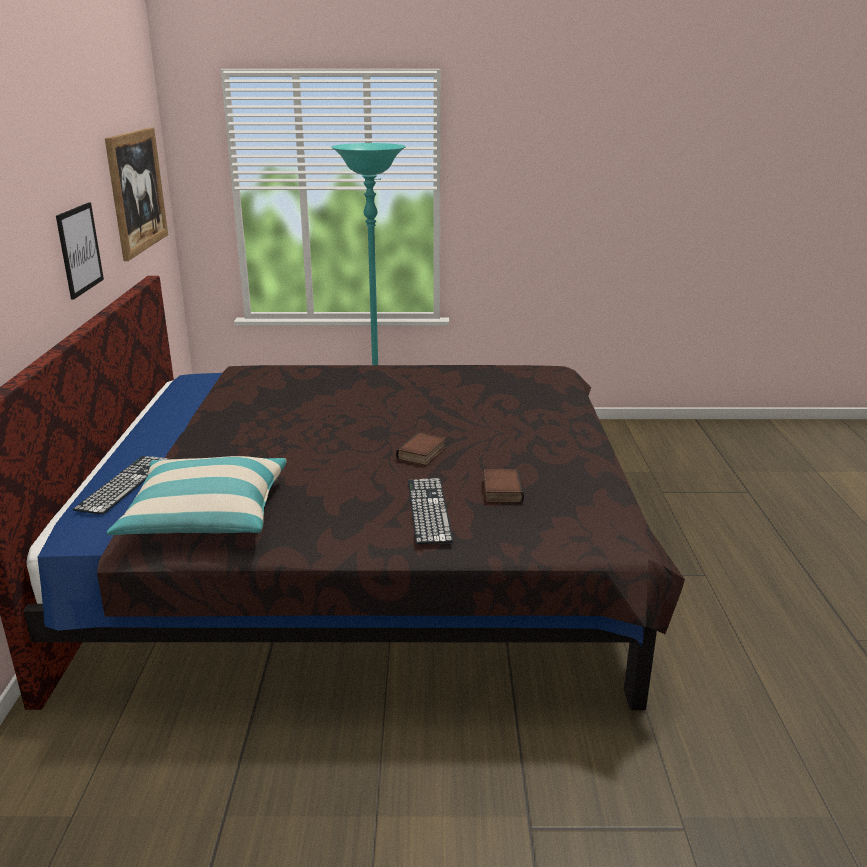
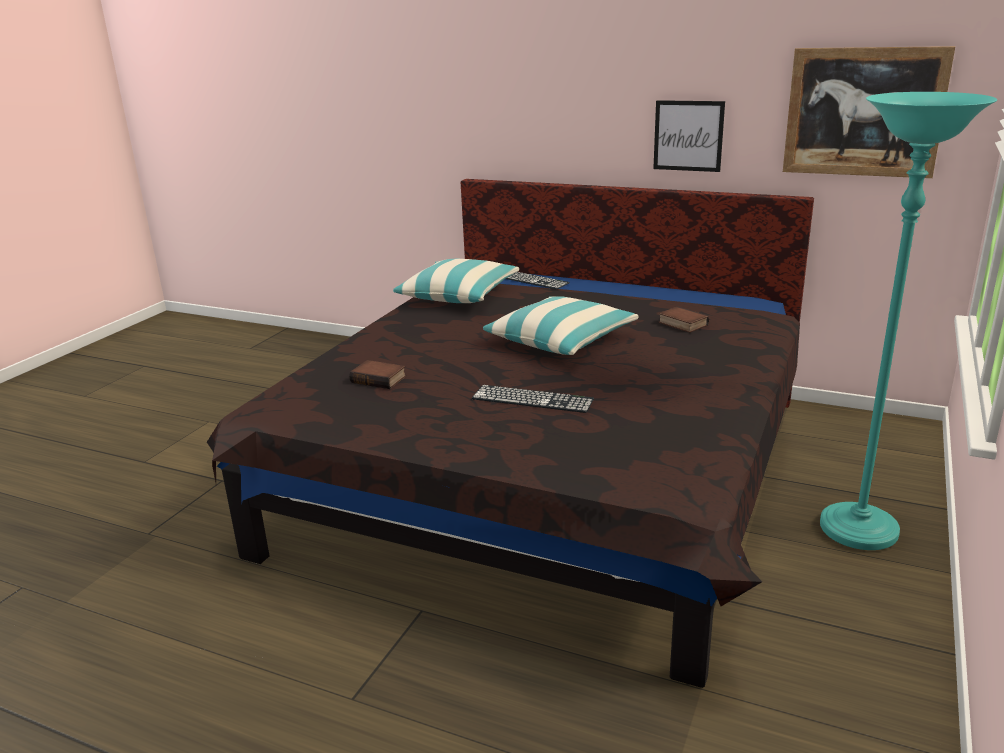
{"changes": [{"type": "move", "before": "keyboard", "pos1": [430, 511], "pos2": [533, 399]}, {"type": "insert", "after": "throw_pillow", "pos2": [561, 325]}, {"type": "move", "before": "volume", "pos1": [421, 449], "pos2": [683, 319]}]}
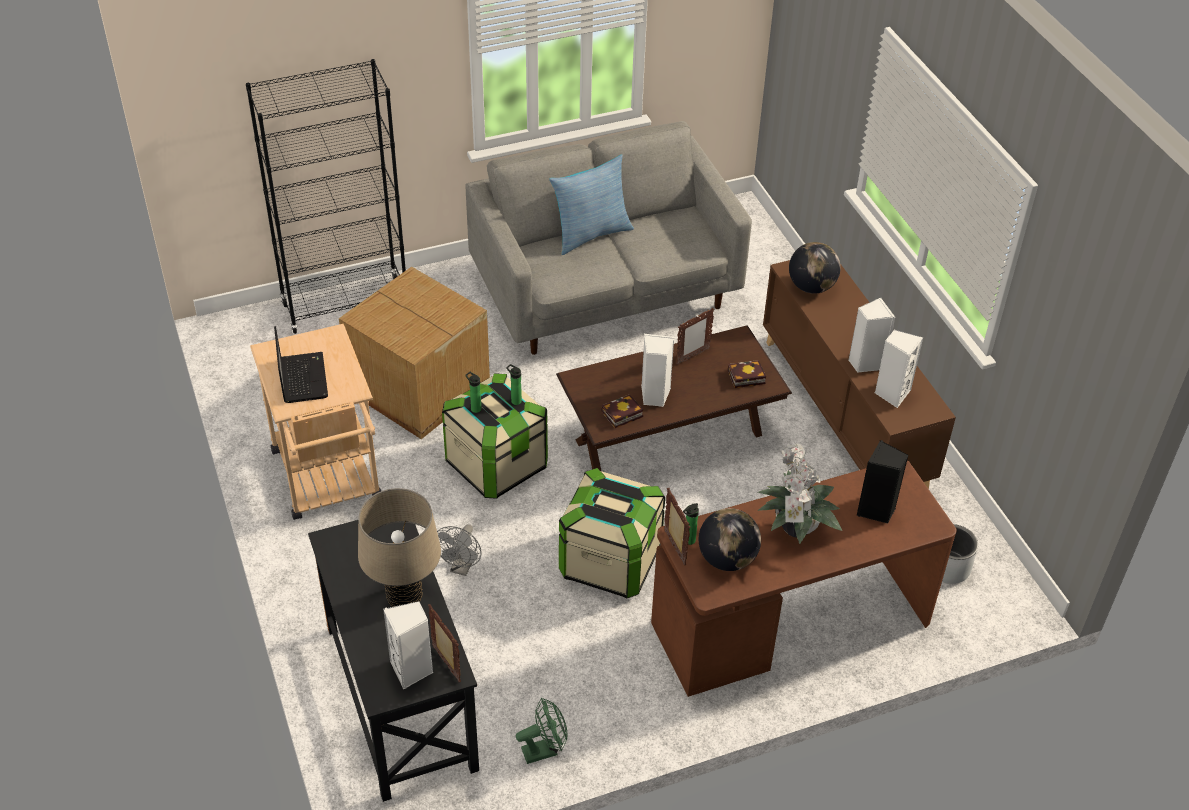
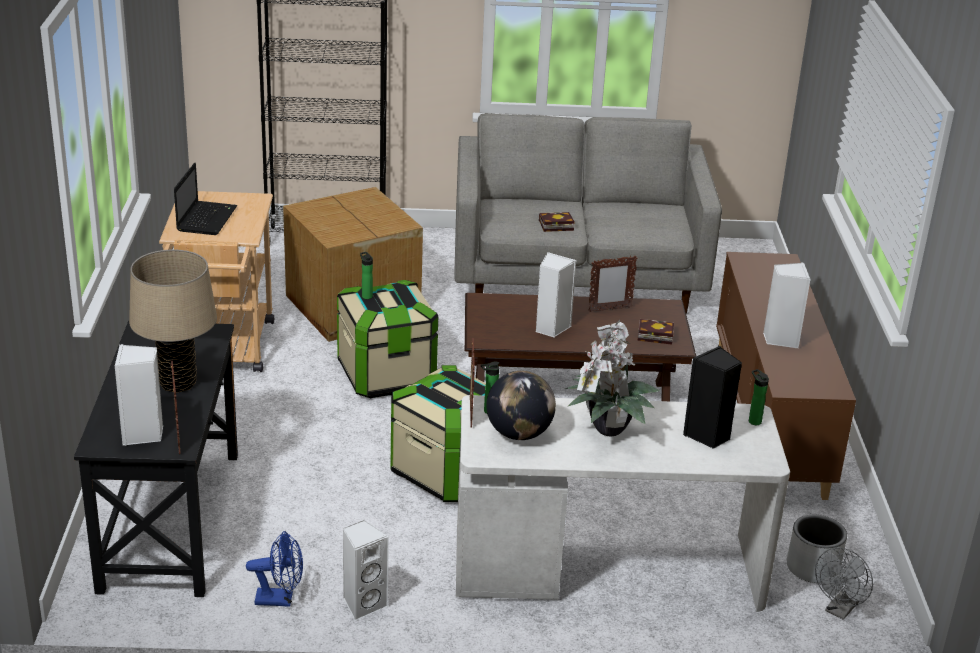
{"changes": [{"type": "recolor", "before": "greenish_cooling_fan", "after": "blue-coloured_cooling_fan", "pos1": [541, 731], "pos2": [274, 569]}, {"type": "move", "before": "white-coloured_speaker", "pos1": [899, 369], "pos2": [366, 570]}, {"type": "recolor", "before": "brownish_desk_table", "after": "white-coloured_desk_table", "pos1": [803, 578], "pos2": [623, 503]}, {"type": "move", "before": "volume", "pos1": [622, 411], "pos2": [557, 222]}, {"type": "move", "before": "bottle", "pos1": [514, 384], "pos2": [759, 397]}, {"type": "move", "before": "gray_cooling_fan", "pos1": [459, 550], "pos2": [844, 583]}, {"type": "delete", "before": "throw_pillow", "pos1": [591, 204]}, {"type": "delete", "before": "desk_globe", "pos1": [815, 268]}]}
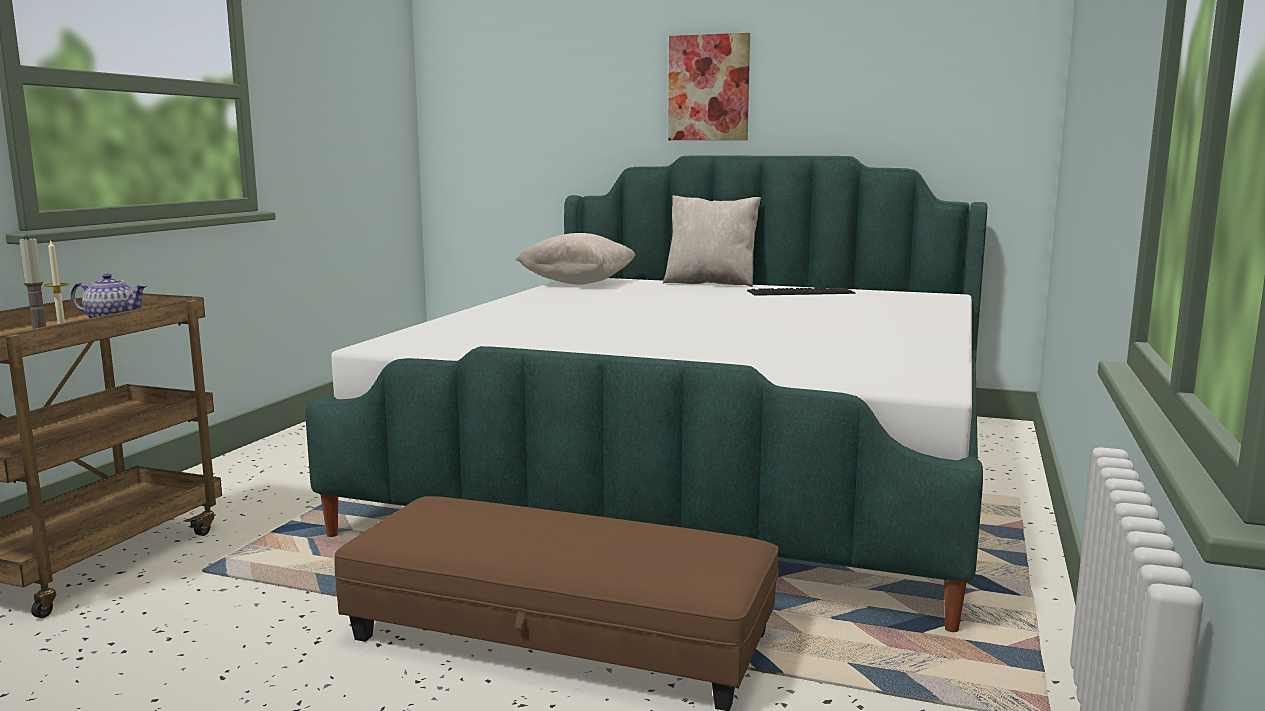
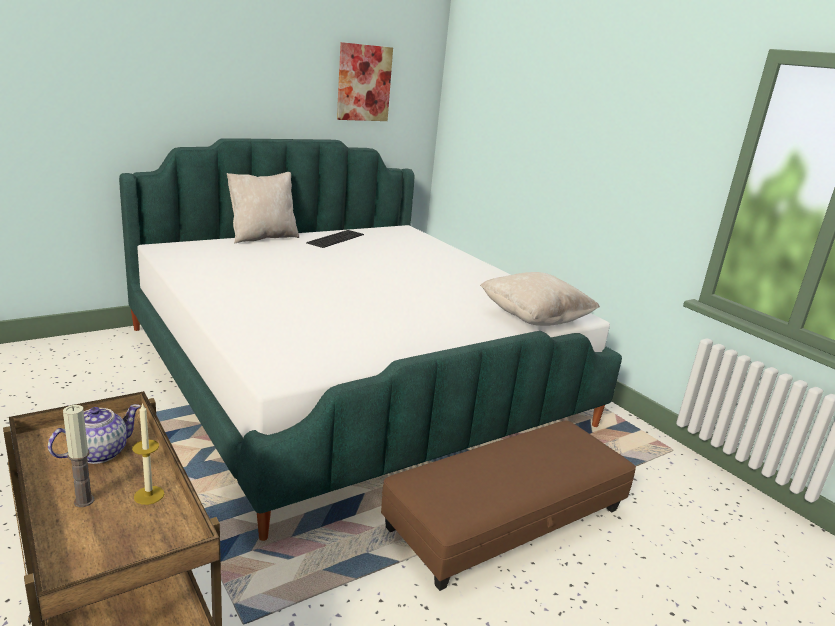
{"changes": [{"type": "move", "before": "wall_picture", "pos1": [709, 86], "pos2": [365, 81]}, {"type": "move", "before": "sand-coloured_throw_pillow", "pos1": [575, 259], "pos2": [540, 299]}]}
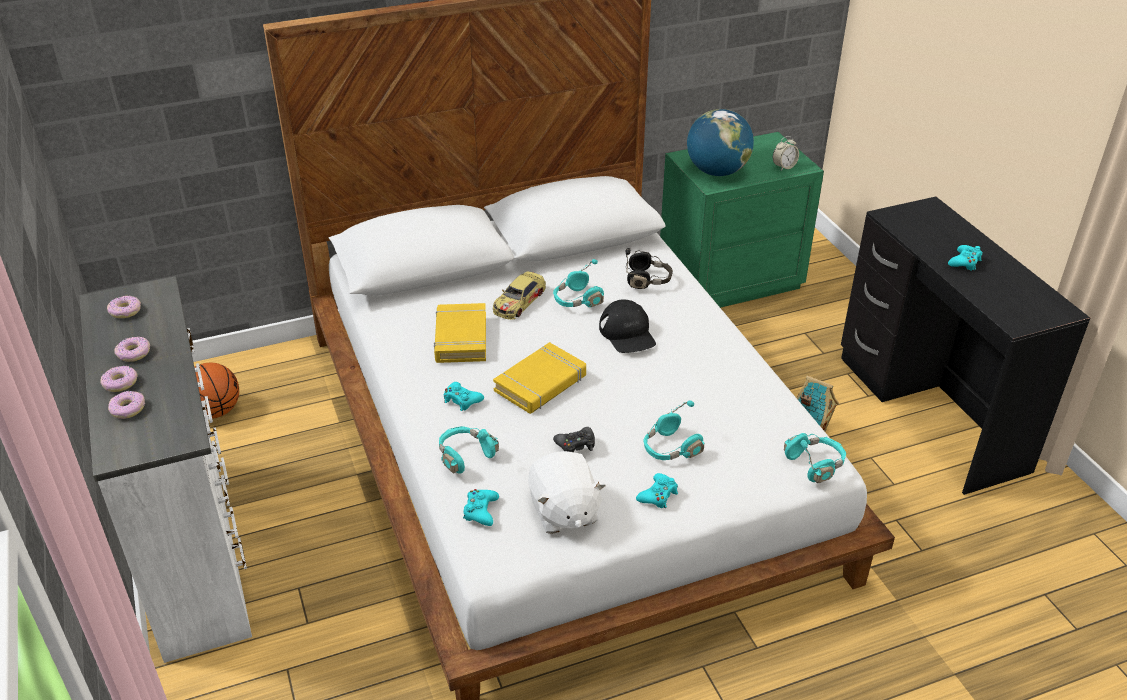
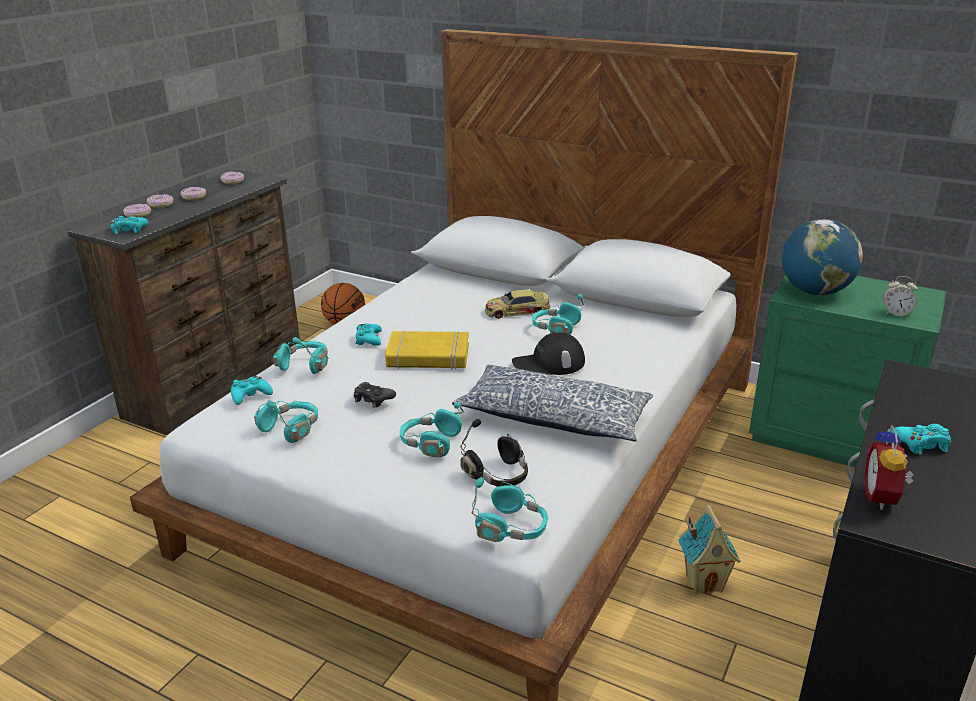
{"changes": [{"type": "recolor", "before": "white-coloured_dresser", "after": "brownish_dresser", "pos1": [165, 469], "pos2": [183, 302]}, {"type": "move", "before": "turquoise_game_controller", "pos1": [657, 490], "pos2": [129, 225]}, {"type": "replace", "before": "white-coloured_plush_toy", "after": "turquoise_headphones", "pos1": [567, 492], "pos2": [286, 421]}, {"type": "insert", "after": "throw_pillow", "pos2": [553, 403]}, {"type": "move", "before": "black_headphones", "pos1": [649, 268], "pos2": [494, 453]}, {"type": "rotate", "before": "black_baseball_cap", "pos1": [627, 326], "pos2": [548, 353], "turn": 45}, {"type": "insert", "after": "bedside_clock", "pos2": [889, 467]}, {"type": "delete", "before": "yellow_volume", "pos1": [460, 333]}]}
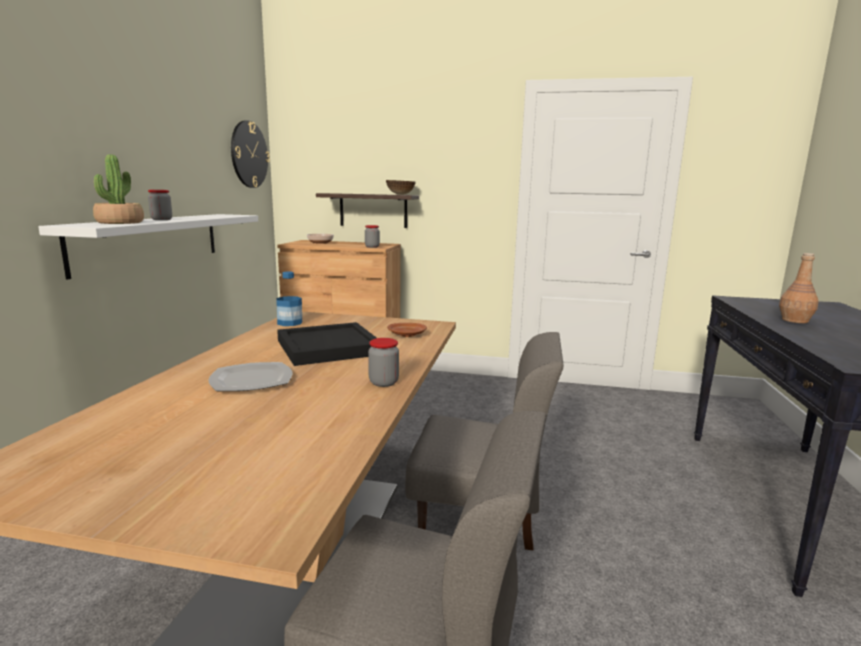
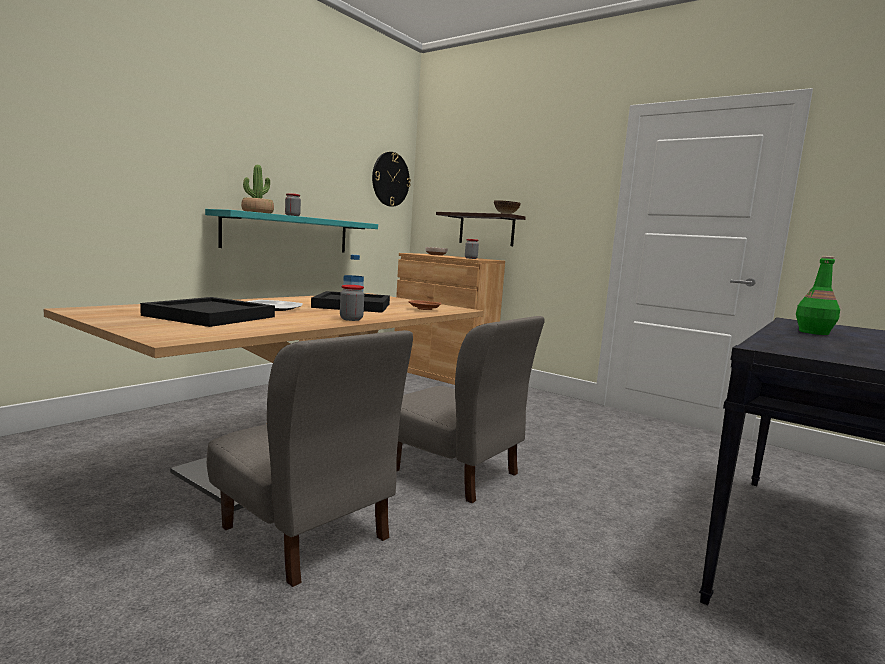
{"changes": [{"type": "insert", "after": "black_tray", "pos2": [207, 312]}, {"type": "recolor", "before": "white-coloured_bracket_shelf", "after": "turquoise_bracket_shelf", "pos1": [148, 247], "pos2": [291, 230]}, {"type": "recolor", "before": "brownish_bottle", "after": "greenish_bottle", "pos1": [799, 288], "pos2": [818, 295]}]}
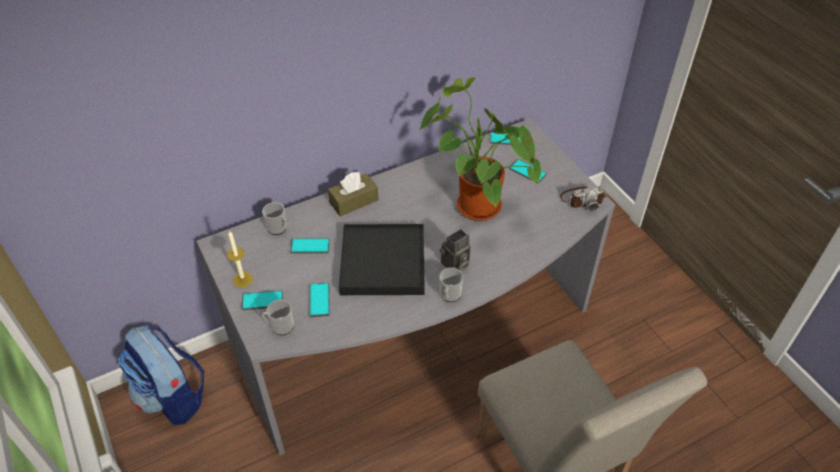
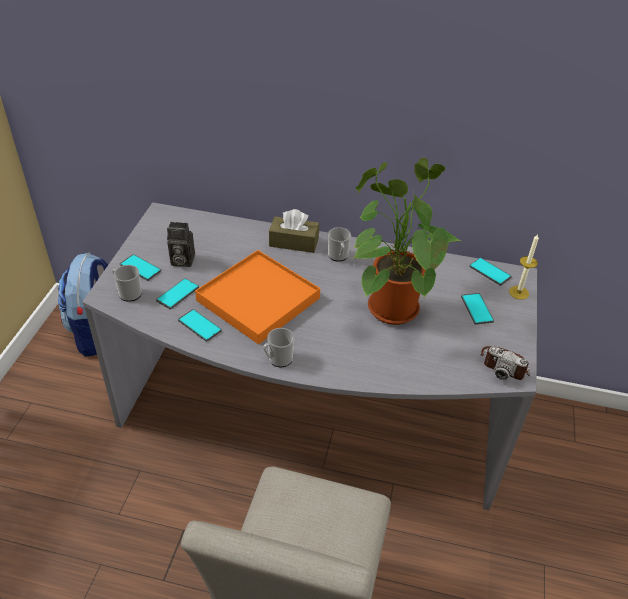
{"changes": [{"type": "move", "before": "still_camera", "pos1": [455, 250], "pos2": [181, 244]}, {"type": "move", "before": "phone", "pos1": [310, 245], "pos2": [200, 325]}, {"type": "recolor", "before": "black_tray", "after": "orange-coloured_tray", "pos1": [381, 259], "pos2": [257, 297]}, {"type": "move", "before": "mug", "pos1": [274, 218], "pos2": [339, 244]}, {"type": "move", "before": "candle", "pos1": [240, 259], "pos2": [524, 267]}]}
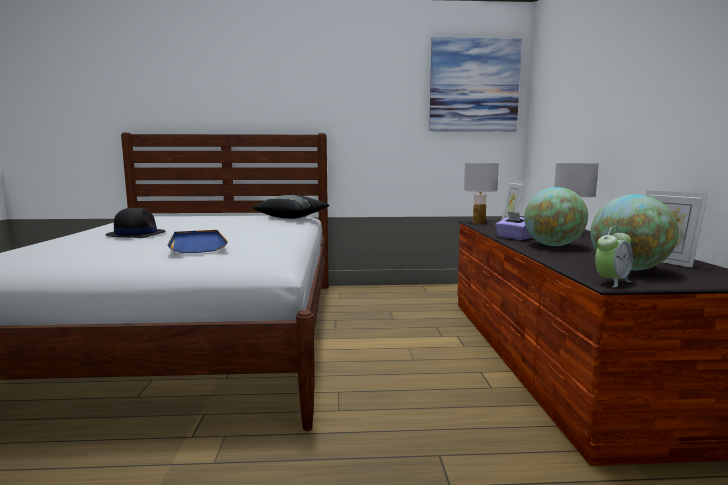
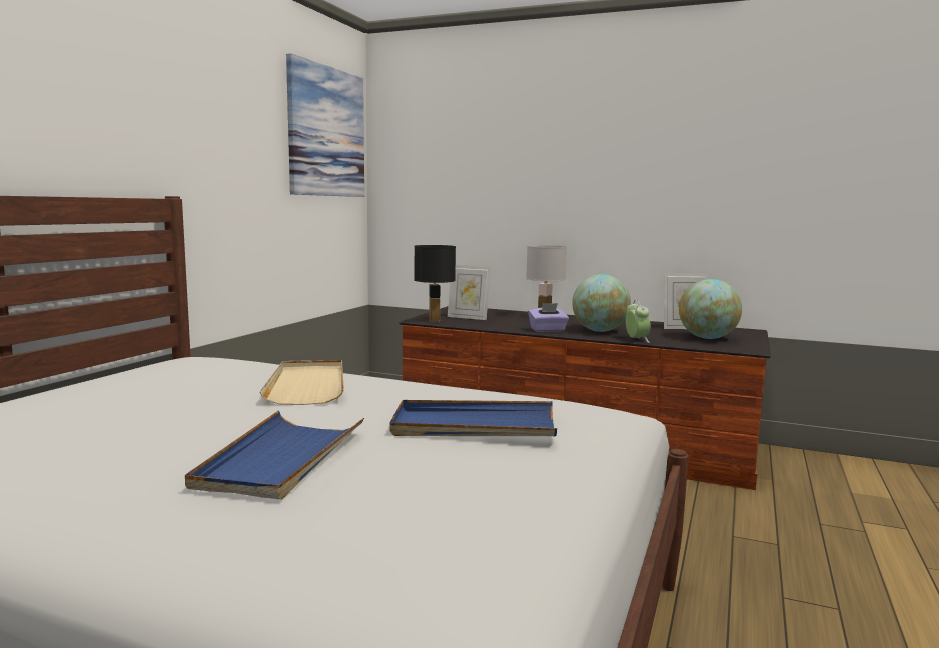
{"changes": [{"type": "replace", "before": "black_clothing_hat", "after": "blue-coloured_tray", "pos1": [135, 222], "pos2": [274, 455]}, {"type": "insert", "after": "sand-coloured_tray", "pos2": [301, 382]}, {"type": "recolor", "before": "white-coloured_tabletop_lamp", "after": "black_tabletop_lamp", "pos1": [481, 193], "pos2": [435, 283]}, {"type": "move", "before": "bedside_clock", "pos1": [614, 257], "pos2": [637, 321]}, {"type": "delete", "before": "black_throw_pillow", "pos1": [291, 207]}]}
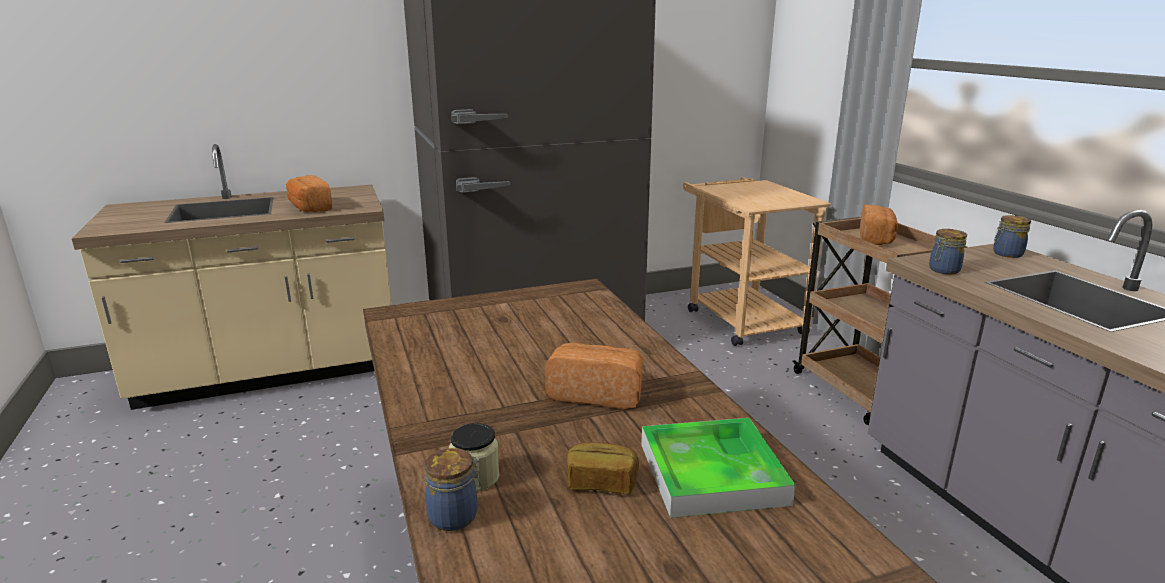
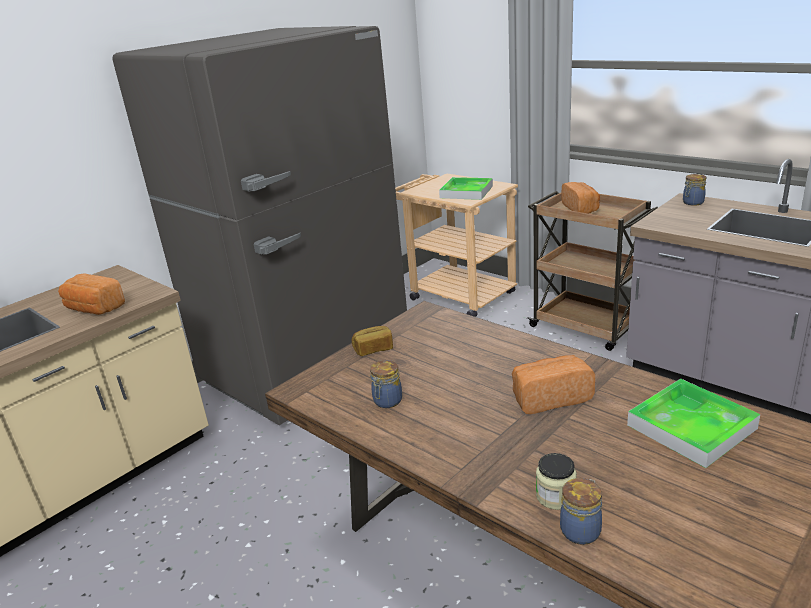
{"changes": [{"type": "move", "before": "baked_bread", "pos1": [603, 468], "pos2": [372, 341]}, {"type": "move", "before": "preserve_jar", "pos1": [948, 251], "pos2": [386, 384]}, {"type": "insert", "after": "tray", "pos2": [466, 188]}]}
